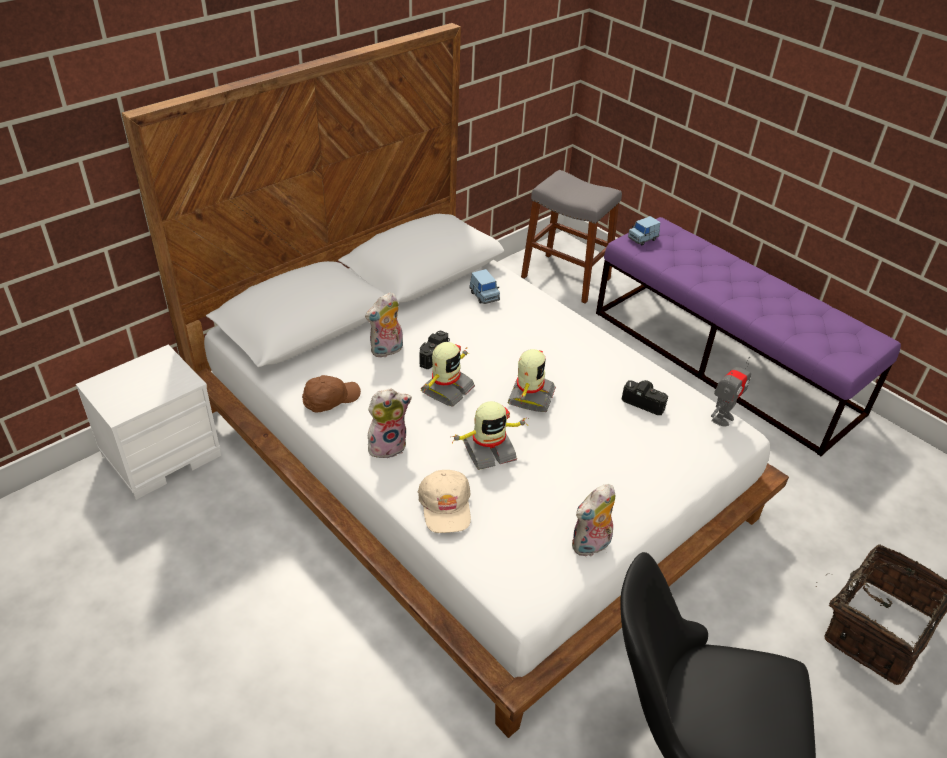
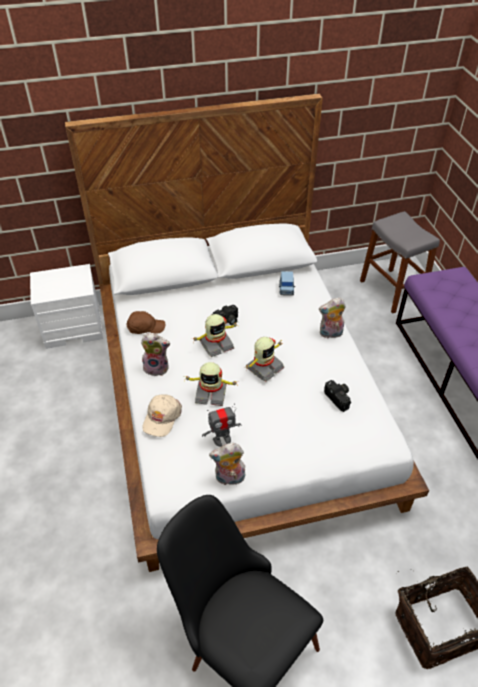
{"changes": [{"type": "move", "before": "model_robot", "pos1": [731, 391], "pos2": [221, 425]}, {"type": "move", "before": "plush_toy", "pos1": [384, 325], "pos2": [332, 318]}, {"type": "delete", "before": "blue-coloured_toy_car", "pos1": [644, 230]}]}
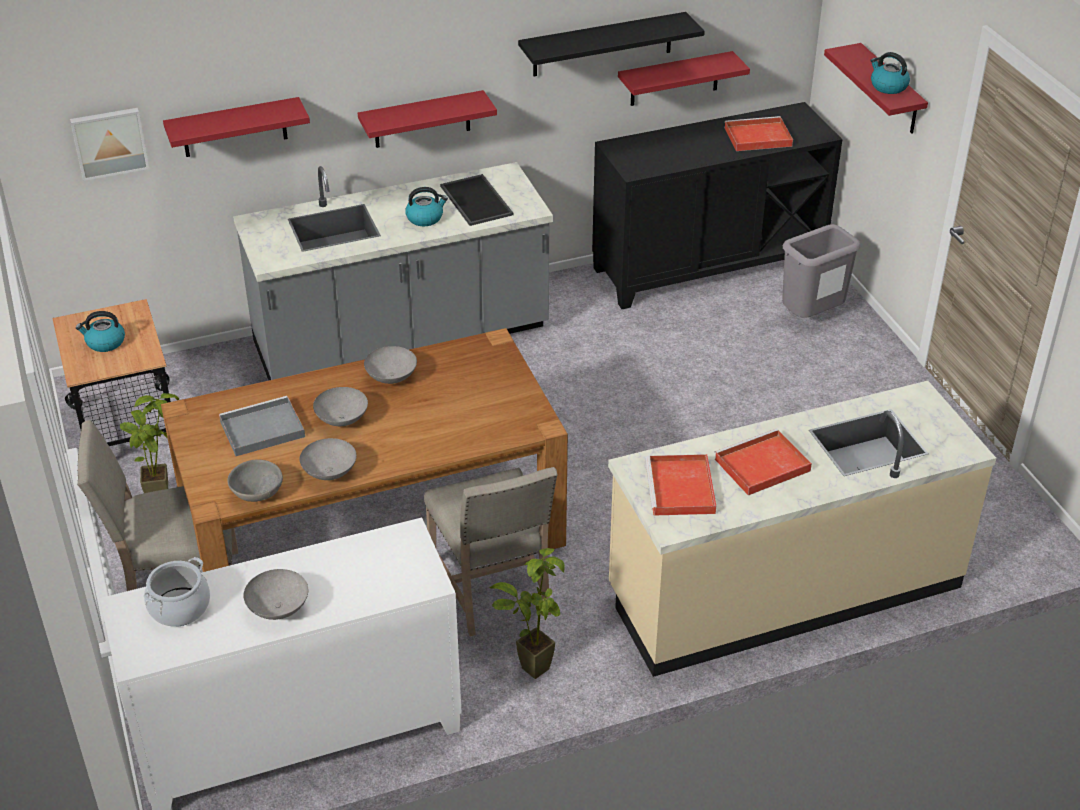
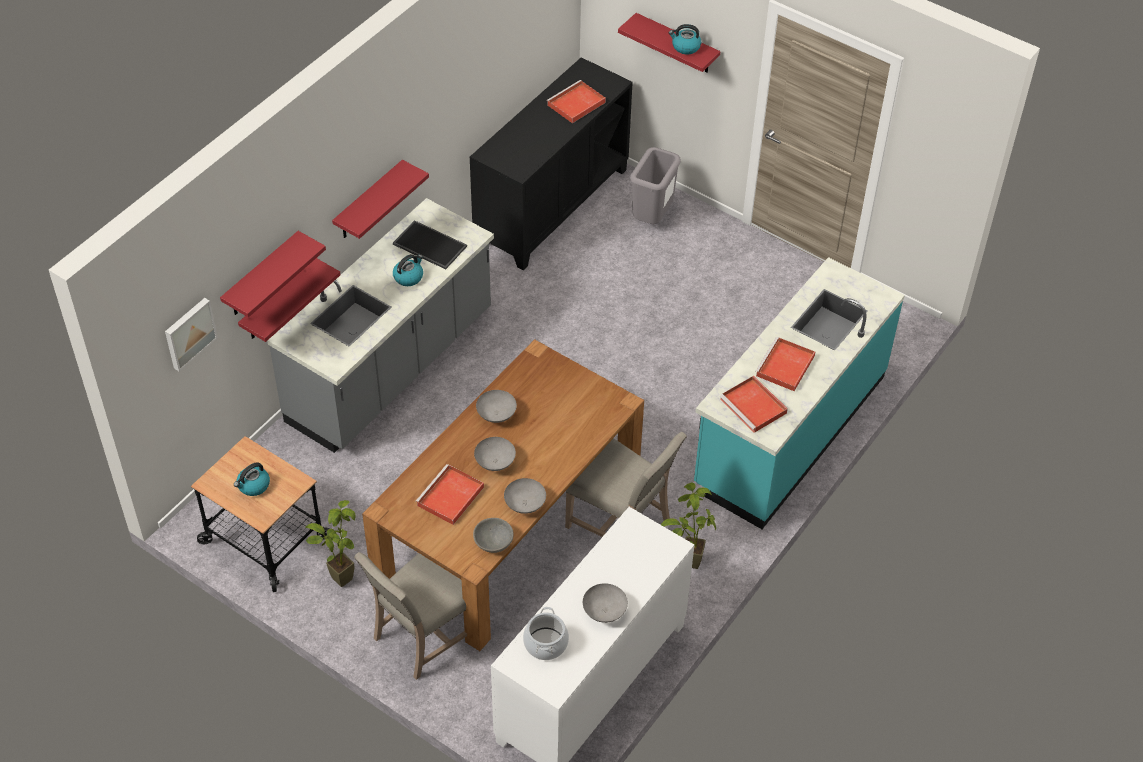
{"changes": [{"type": "move", "before": "red_bracket_shelf", "pos1": [684, 78], "pos2": [289, 300]}, {"type": "recolor", "before": "gray_tray", "after": "red_tray", "pos1": [262, 426], "pos2": [449, 494]}, {"type": "recolor", "before": "sand-coloured_kitchen_counter", "after": "turquoise_kitchen_counter", "pos1": [802, 529], "pos2": [799, 393]}, {"type": "delete", "before": "black_bracket_shelf", "pos1": [611, 44]}]}
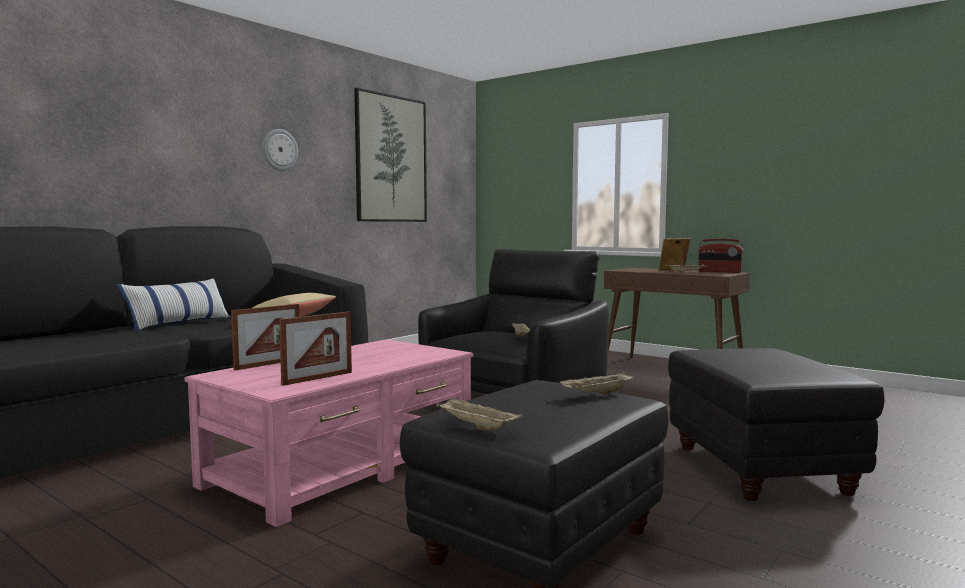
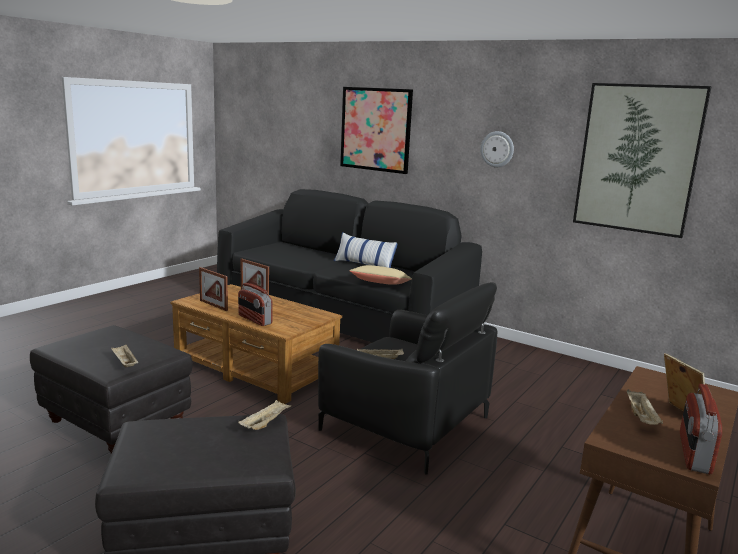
{"changes": [{"type": "recolor", "before": "pinkish_coffee_table", "after": "brownish_coffee_table", "pos1": [328, 433], "pos2": [256, 344]}, {"type": "insert", "after": "radio_set", "pos2": [255, 304]}, {"type": "move", "before": "sand-coloured_tray", "pos1": [479, 414], "pos2": [265, 415]}, {"type": "insert", "after": "wall_picture", "pos2": [376, 130]}]}
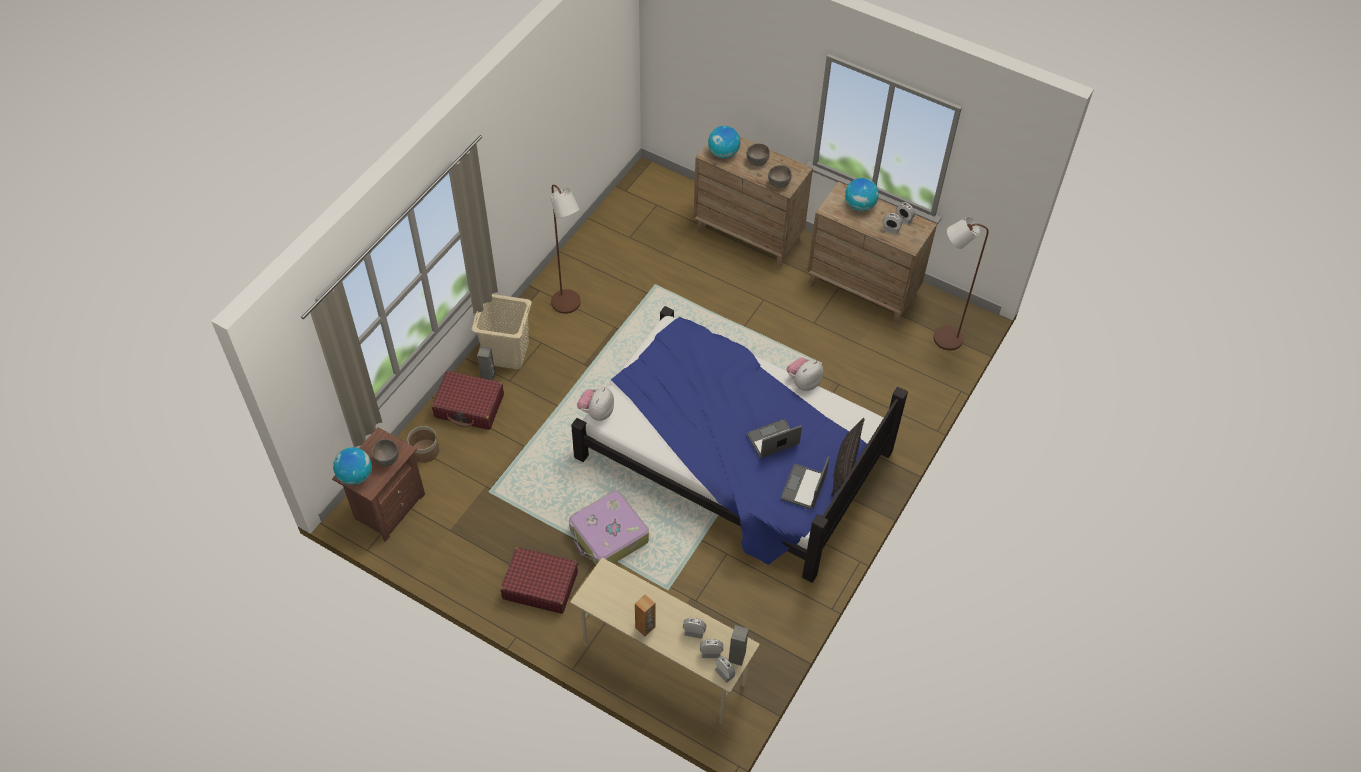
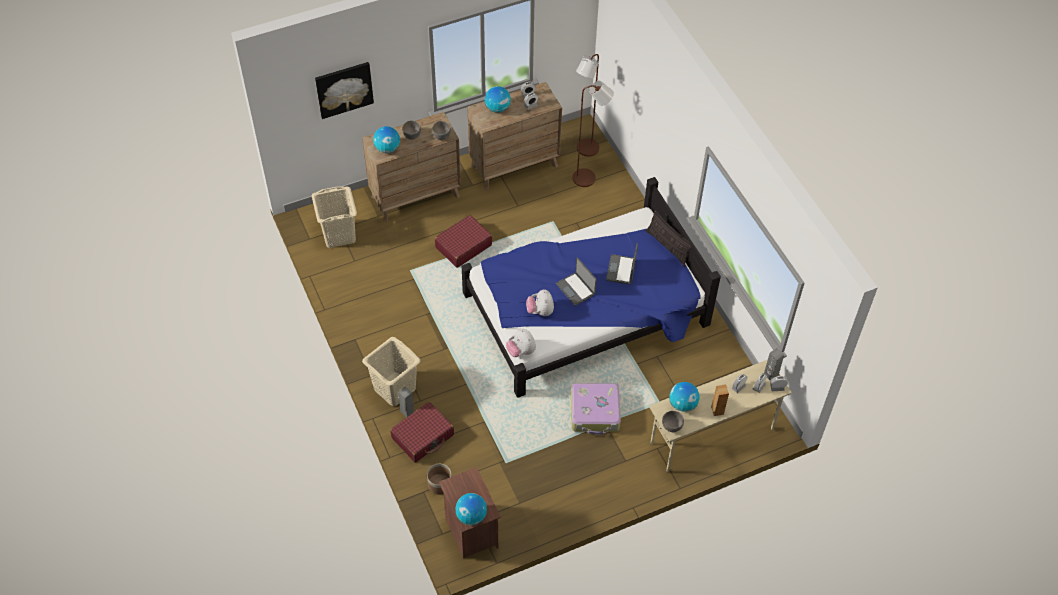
{"changes": [{"type": "insert", "after": "sand-coloured_laundry_basket", "pos2": [334, 217]}, {"type": "insert", "after": "wall_picture", "pos2": [344, 90]}, {"type": "move", "before": "red_suitcase", "pos1": [539, 580], "pos2": [463, 241]}, {"type": "move", "before": "plush_toy", "pos1": [805, 374], "pos2": [540, 302]}, {"type": "move", "before": "laptop", "pos1": [805, 482], "pos2": [576, 281]}, {"type": "move", "before": "brownish_floor_lamp", "pos1": [565, 249], "pos2": [593, 133]}, {"type": "move", "before": "gray_serving_bowl", "pos1": [385, 452], "pos2": [673, 421]}, {"type": "insert", "after": "desk_globe", "pos2": [684, 397]}]}
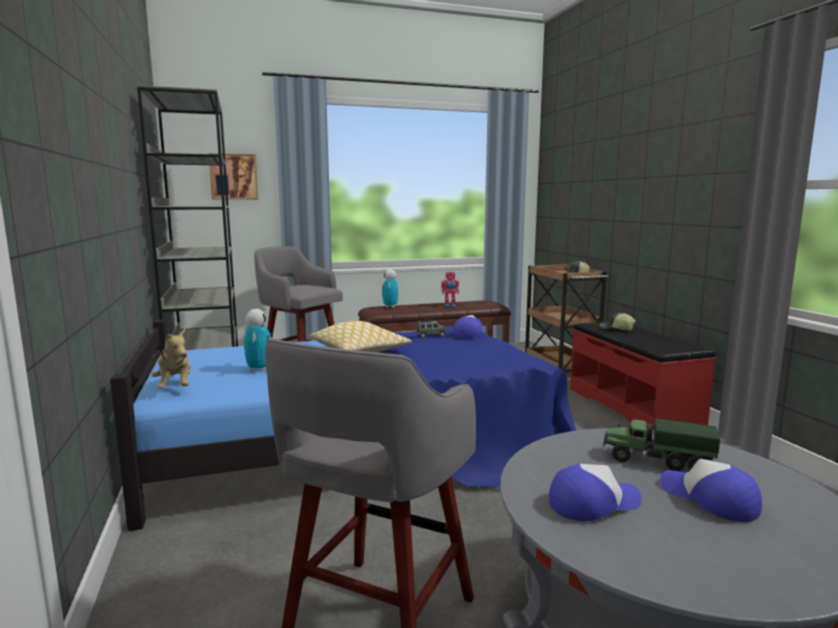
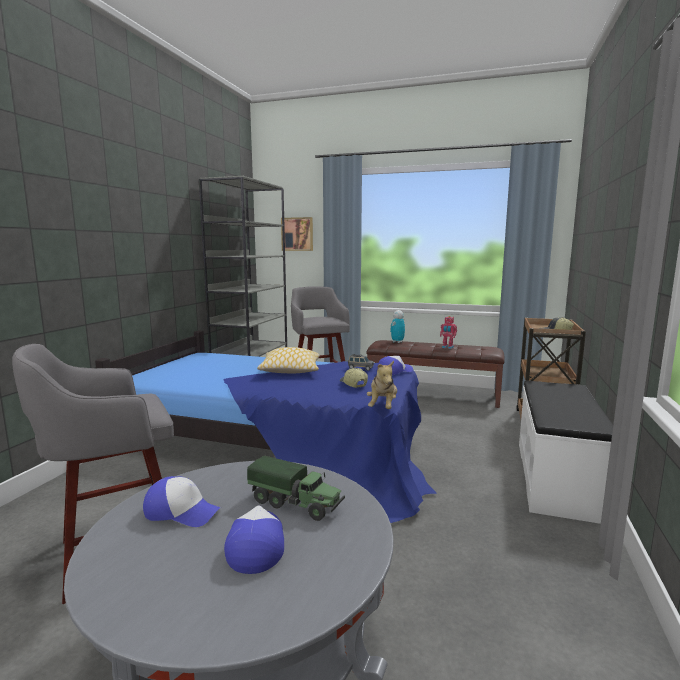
{"changes": [{"type": "rotate", "before": "toy_lorry", "pos1": [661, 444], "pos2": [296, 488], "turn": 150}, {"type": "move", "before": "baseball_cap", "pos1": [617, 322], "pos2": [354, 377]}, {"type": "move", "before": "plush_toy", "pos1": [171, 358], "pos2": [382, 385]}, {"type": "recolor", "before": "red_long_seat", "after": "white-coloured_long_seat", "pos1": [643, 376], "pos2": [566, 452]}, {"type": "delete", "before": "model_robot", "pos1": [257, 340]}]}
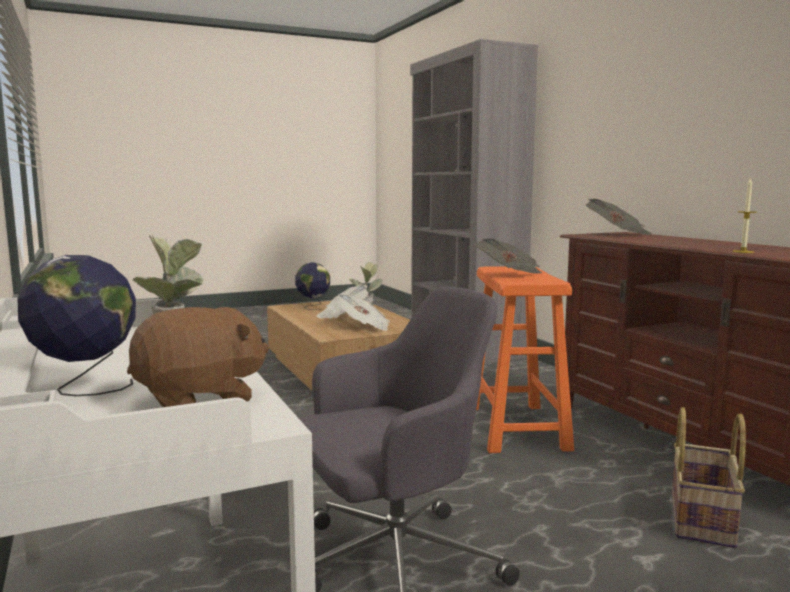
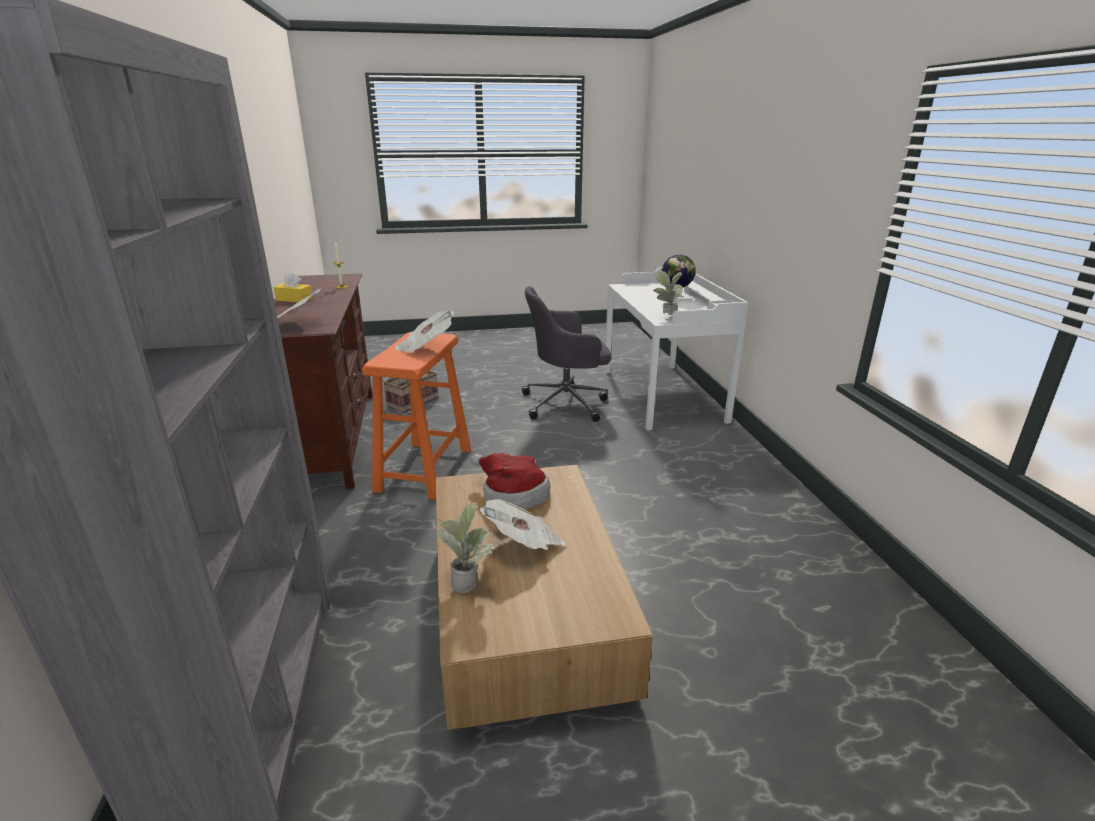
{"changes": [{"type": "insert", "after": "yellow_box_of_tissues", "pos2": [293, 287]}, {"type": "replace", "before": "printed_paper", "after": "clothing_hat", "pos1": [364, 312], "pos2": [510, 481]}, {"type": "delete", "before": "brownish_plush_toy", "pos1": [198, 357]}, {"type": "delete", "before": "desk_globe", "pos1": [312, 286]}]}
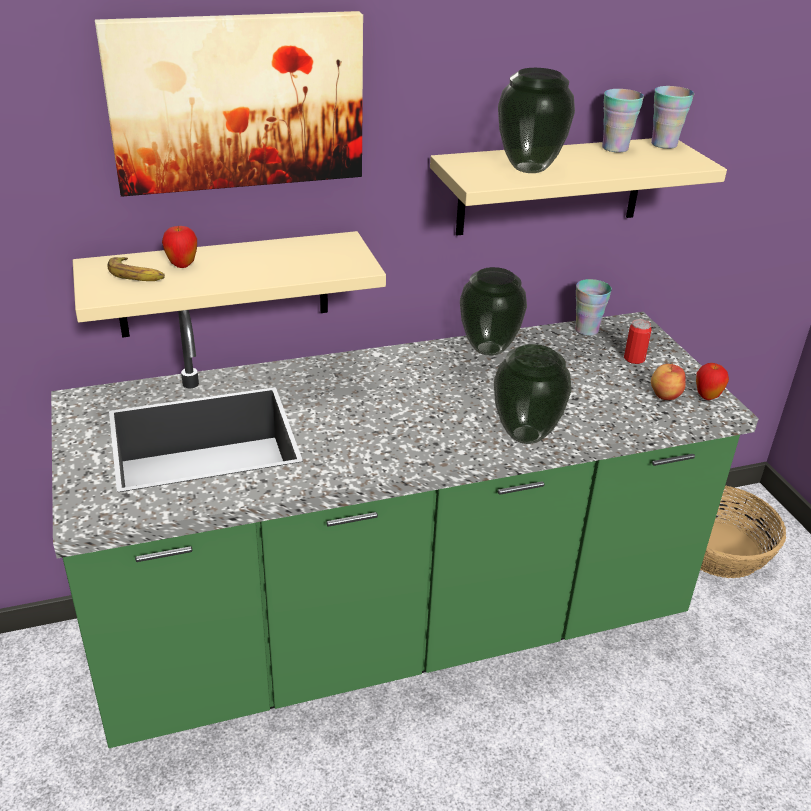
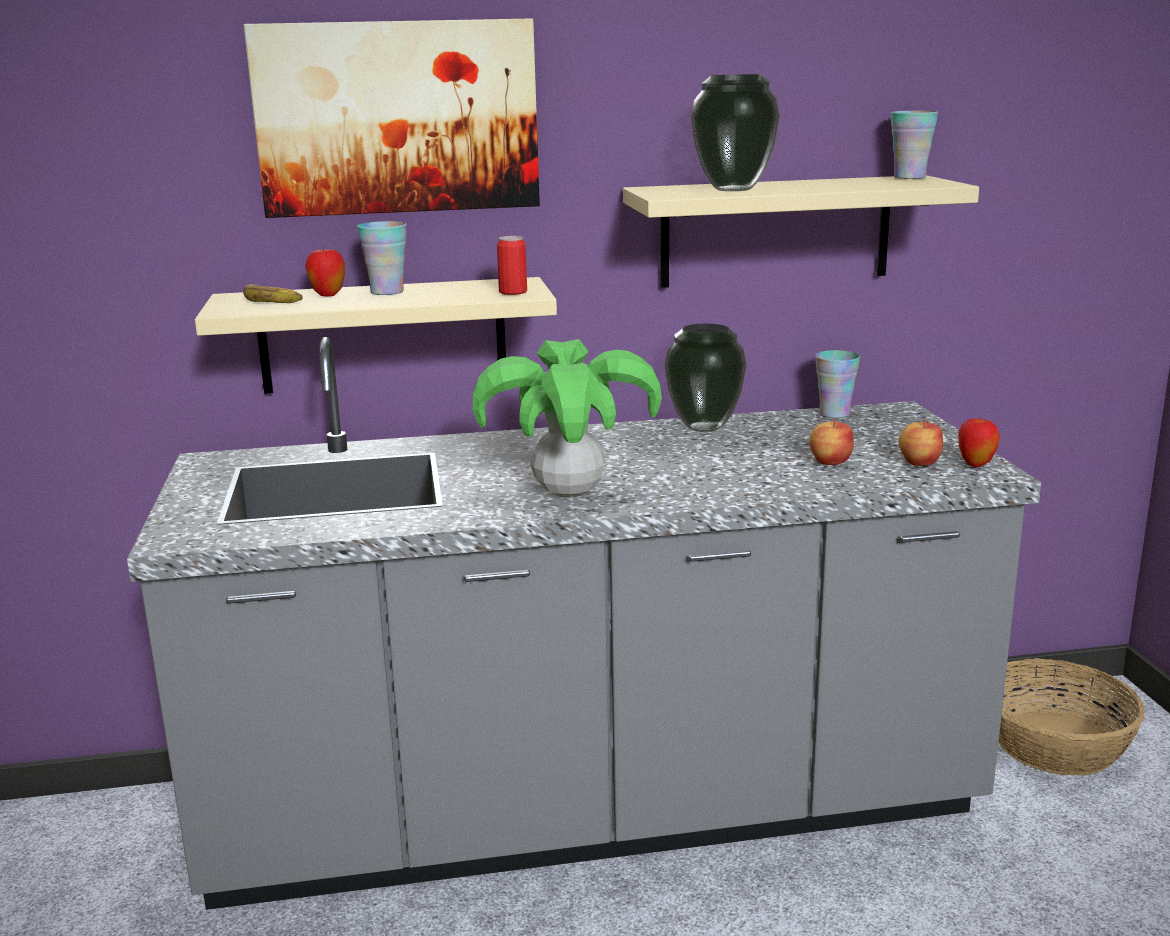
{"changes": [{"type": "recolor", "before": "greenish_kitchen_counter", "after": "gray_kitchen_counter", "pos1": [405, 529], "pos2": [584, 623]}, {"type": "move", "before": "drinking_cup", "pos1": [623, 121], "pos2": [381, 258]}, {"type": "insert", "after": "potted_plant", "pos2": [567, 418]}, {"type": "move", "before": "metal_can", "pos1": [638, 341], "pos2": [512, 265]}, {"type": "insert", "after": "apple_fruit", "pos2": [831, 441]}, {"type": "delete", "before": "vase", "pos1": [533, 394]}]}
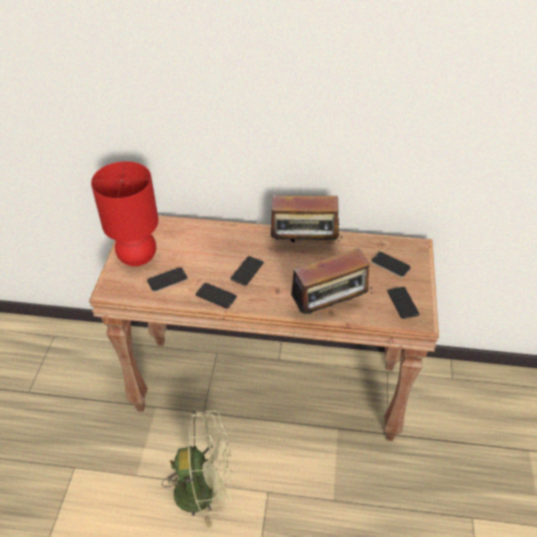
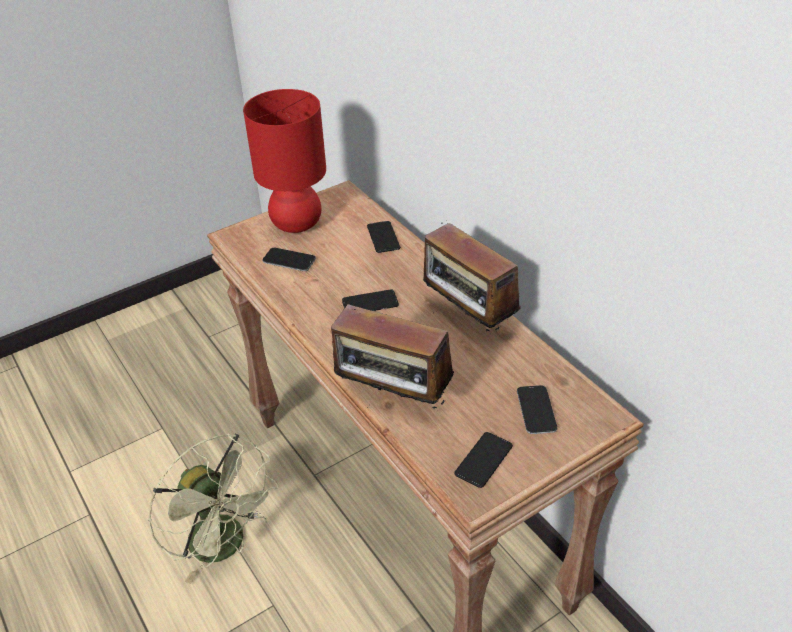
{"changes": [{"type": "move", "before": "phone", "pos1": [216, 296], "pos2": [383, 237]}]}
